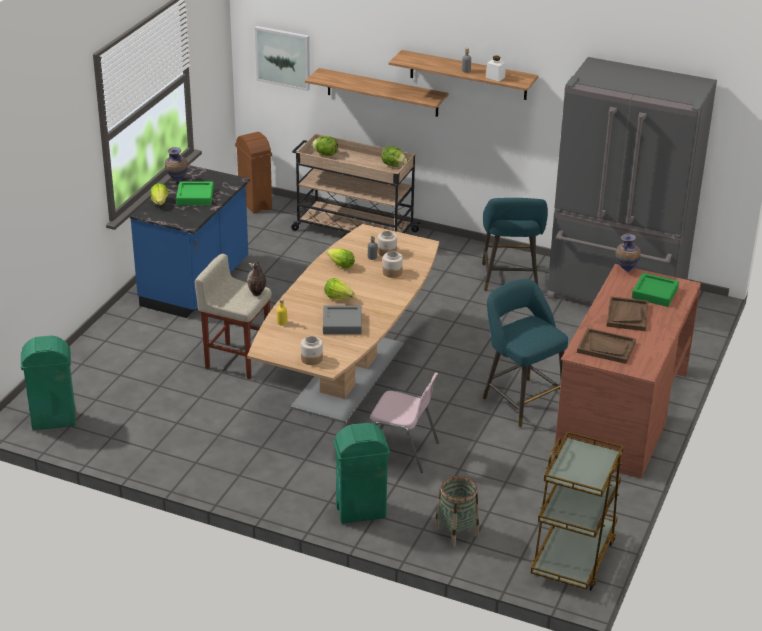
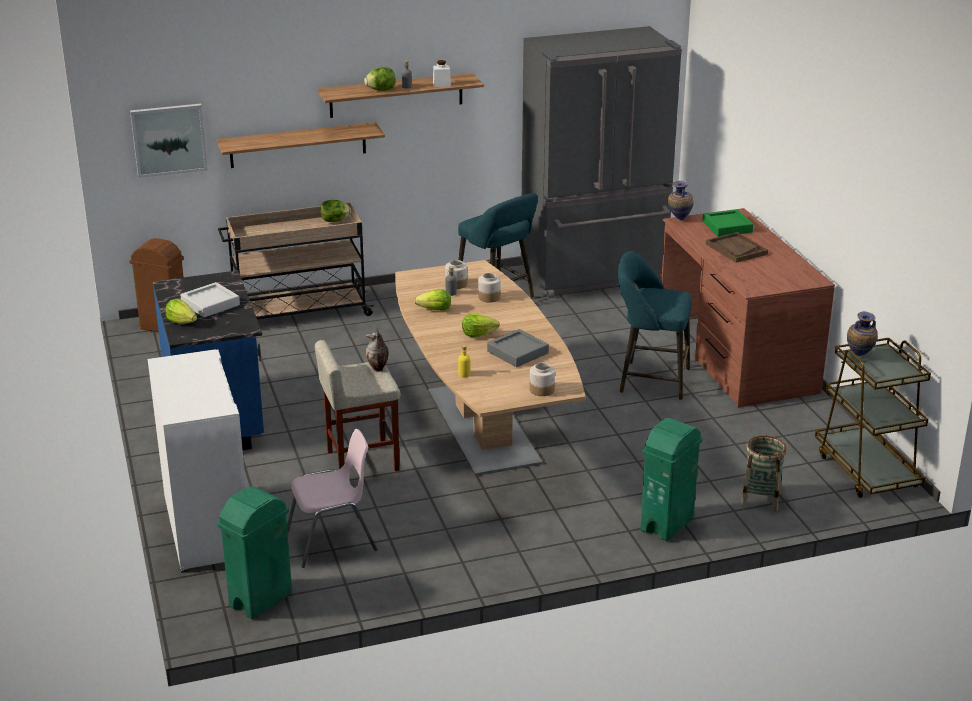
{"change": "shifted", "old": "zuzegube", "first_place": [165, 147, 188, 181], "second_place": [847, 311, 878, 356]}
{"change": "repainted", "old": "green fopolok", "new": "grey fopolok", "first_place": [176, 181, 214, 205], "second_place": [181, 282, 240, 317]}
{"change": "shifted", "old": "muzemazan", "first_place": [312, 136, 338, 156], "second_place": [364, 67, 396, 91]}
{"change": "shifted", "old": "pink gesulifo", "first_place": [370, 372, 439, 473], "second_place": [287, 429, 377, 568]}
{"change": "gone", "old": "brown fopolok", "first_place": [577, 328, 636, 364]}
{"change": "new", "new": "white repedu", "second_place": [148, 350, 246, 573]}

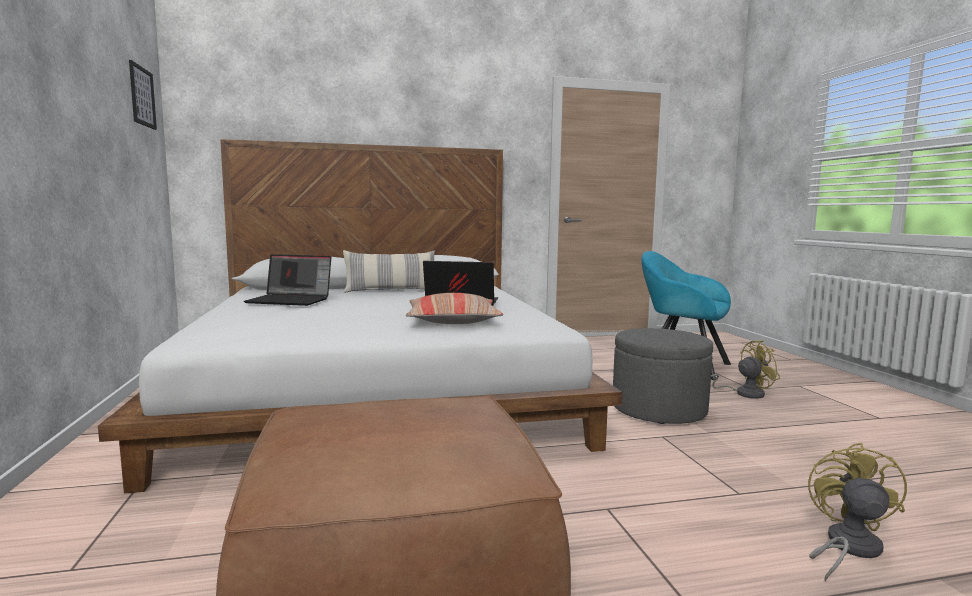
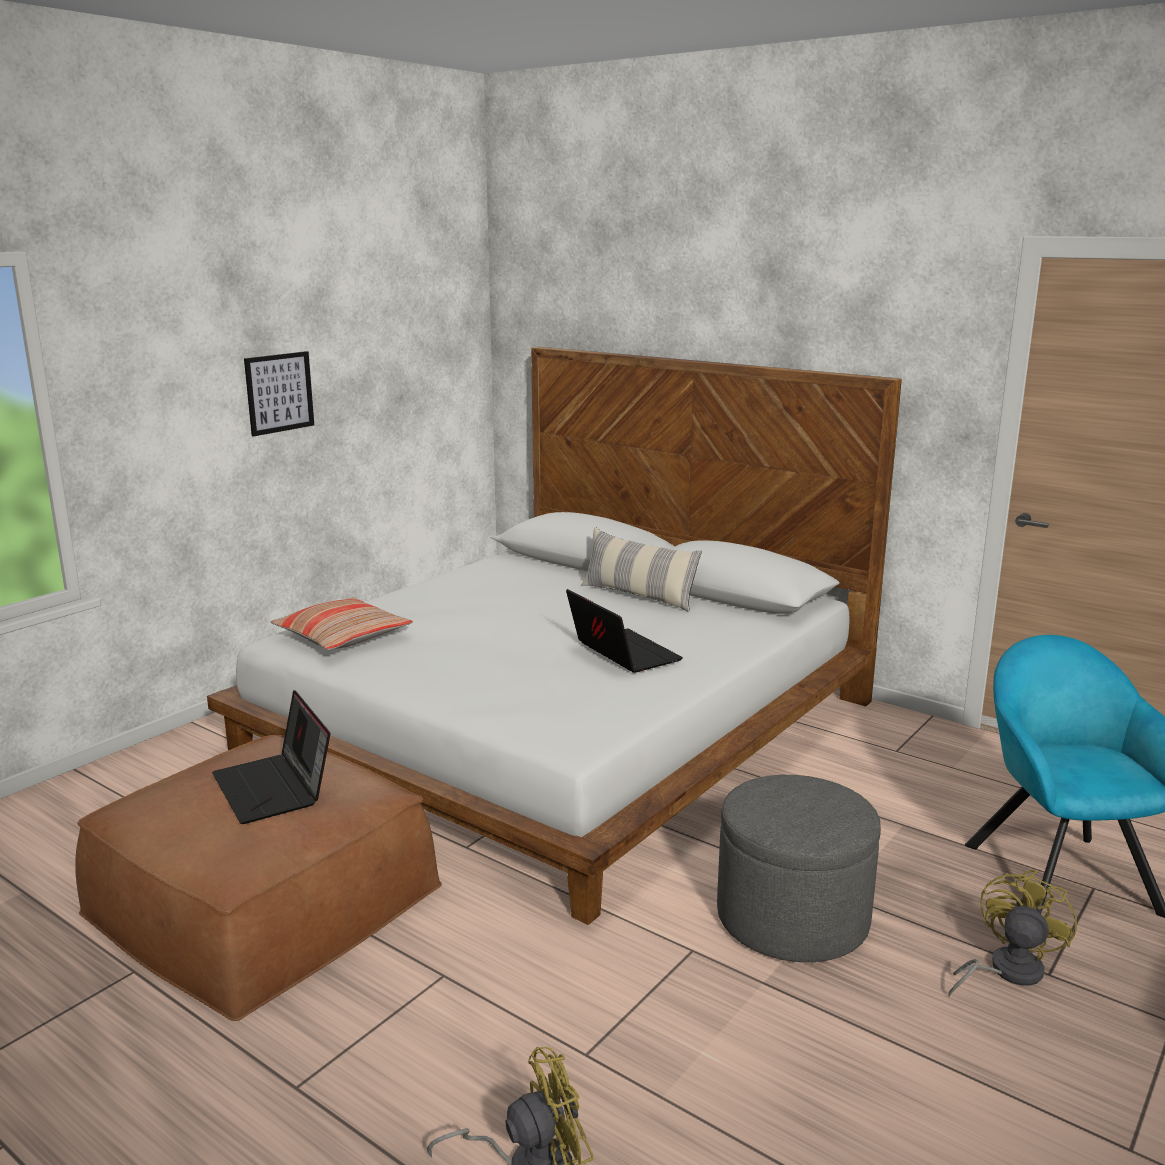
{"change": "shifted", "old": "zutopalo", "first_place": [129, 60, 157, 130], "second_place": [244, 351, 314, 437]}
{"change": "shifted", "old": "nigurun", "first_place": [244, 254, 331, 306], "second_place": [212, 690, 330, 824]}
{"change": "shifted", "old": "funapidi", "first_place": [406, 293, 503, 324], "second_place": [270, 597, 413, 650]}
{"change": "rotated", "old": "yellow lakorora", "first_place": [711, 340, 780, 399], "second_place": [948, 870, 1077, 997], "degrees": -90}

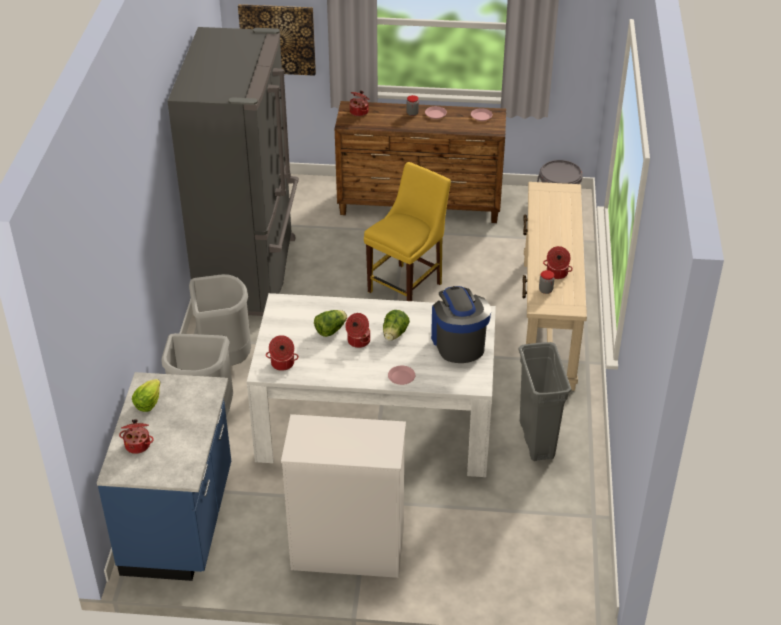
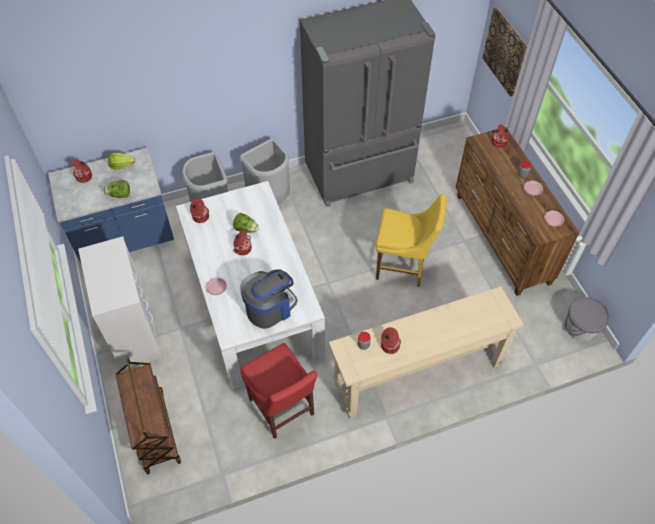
{"change": "shifted", "old": "muzemazan", "first_place": [383, 310, 410, 341], "second_place": [104, 180, 130, 198]}
{"change": "swapped", "old": "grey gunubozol", "new": "red gesulifo", "first_place": [519, 342, 571, 461], "second_place": [240, 343, 318, 439]}
{"change": "new", "new": "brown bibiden", "second_place": [115, 357, 181, 475]}

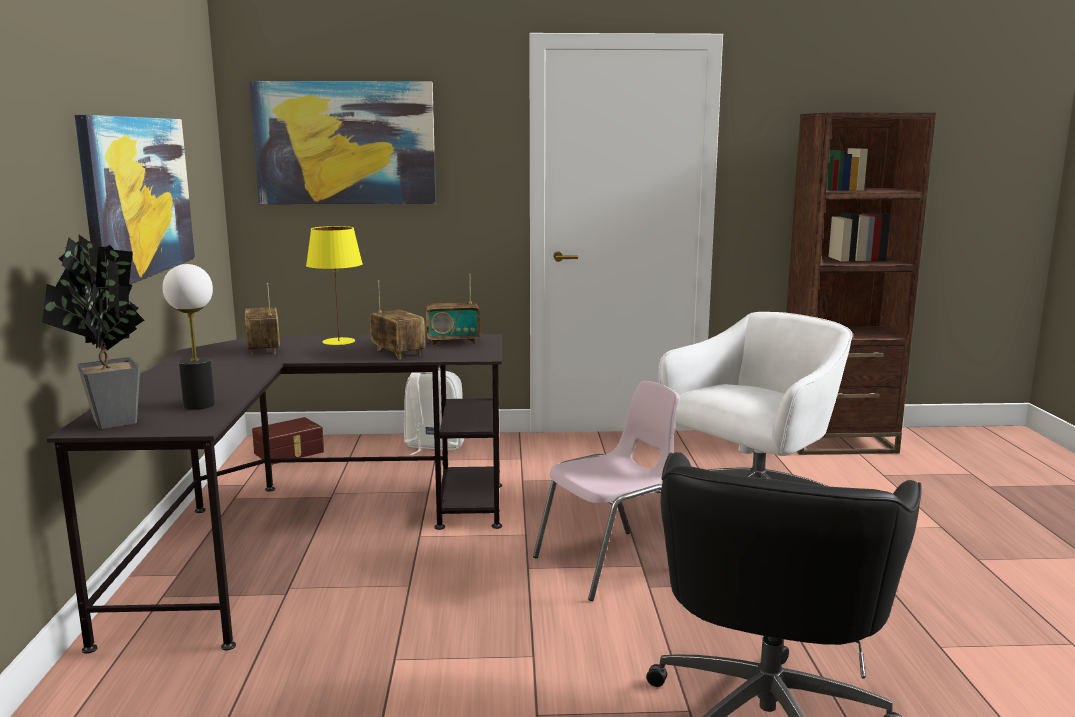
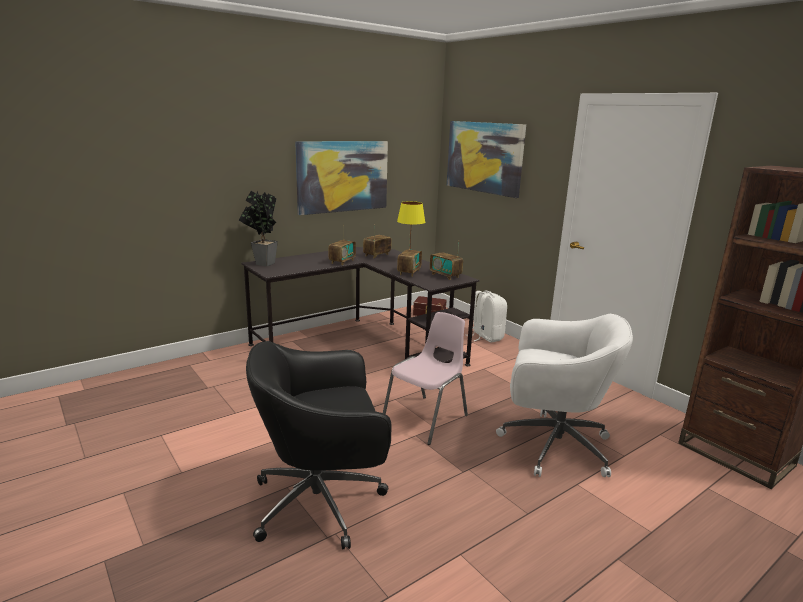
{"change": "gone", "old": "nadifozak", "first_place": [163, 264, 215, 410]}
{"change": "rotated", "old": "pink gesulifo", "first_place": [533, 381, 679, 601], "second_place": [383, 312, 468, 445], "degrees": -75}
{"change": "new", "new": "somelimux", "second_place": [328, 225, 356, 265]}

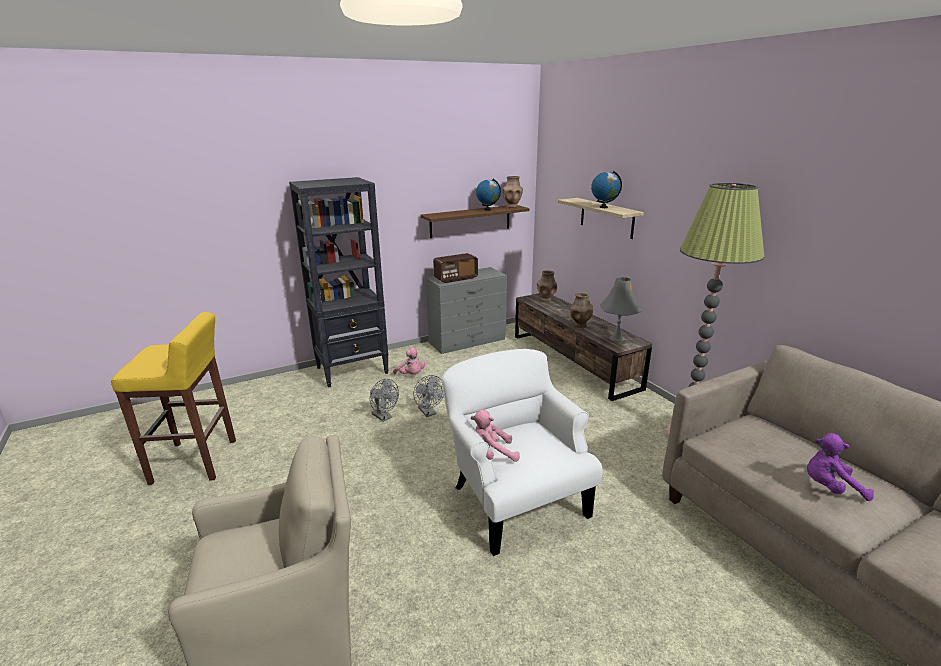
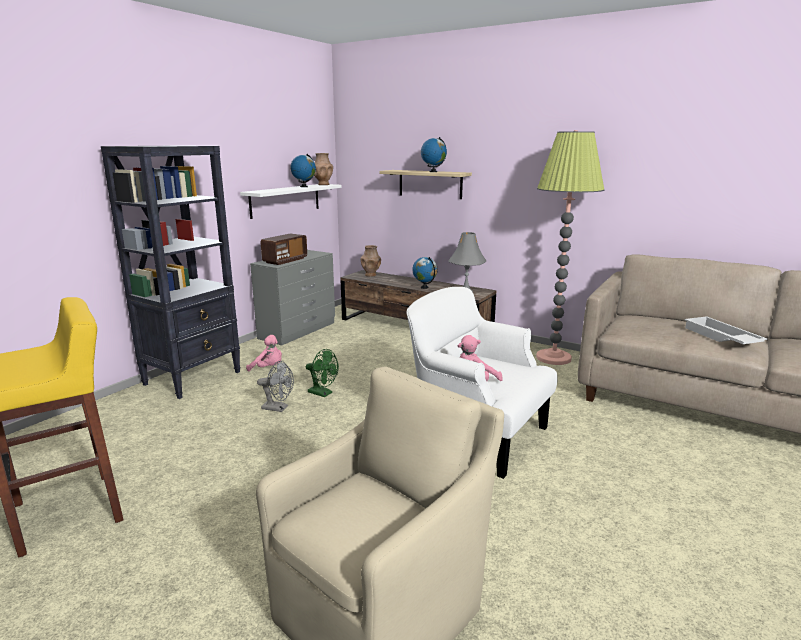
{"change": "repainted", "old": "grey lakorora", "new": "green lakorora", "first_place": [413, 375, 444, 417], "second_place": [306, 349, 339, 397]}
{"change": "repainted", "old": "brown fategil", "new": "white fategil", "first_place": [421, 205, 529, 238], "second_place": [240, 184, 342, 219]}
{"change": "swapped", "old": "brown zuzegube", "new": "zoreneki", "first_place": [570, 292, 593, 328], "second_place": [412, 257, 438, 289]}
{"change": "swapped", "old": "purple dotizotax", "new": "white fopolok", "first_place": [807, 433, 874, 501], "second_place": [685, 316, 768, 344]}

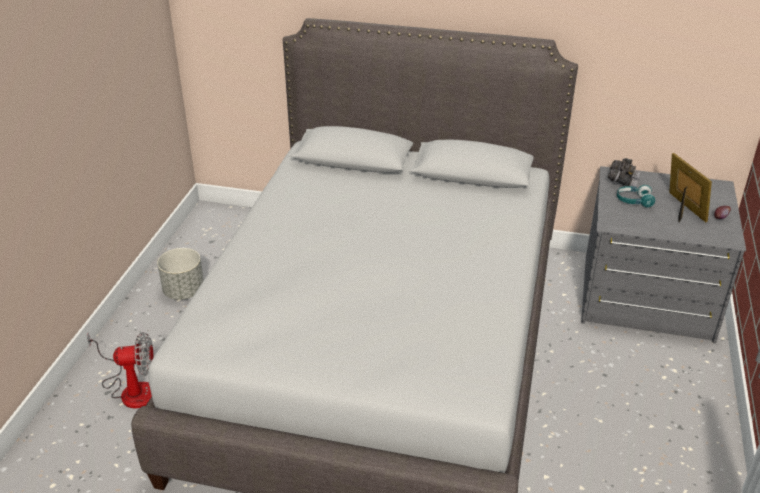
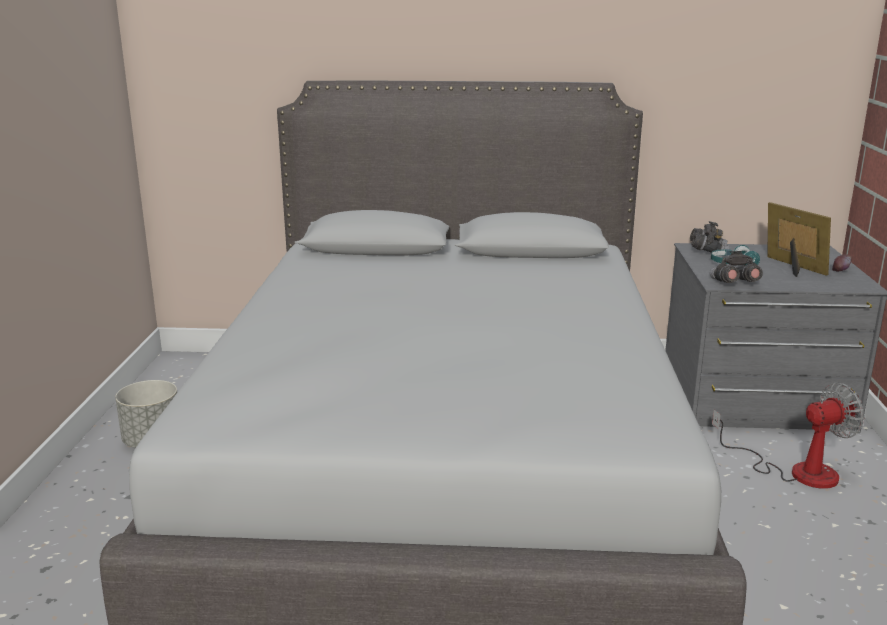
{"change": "shifted", "old": "lakorora", "first_place": [87, 332, 154, 408], "second_place": [712, 383, 865, 489]}
{"change": "new", "new": "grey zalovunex", "second_place": [710, 251, 763, 283]}

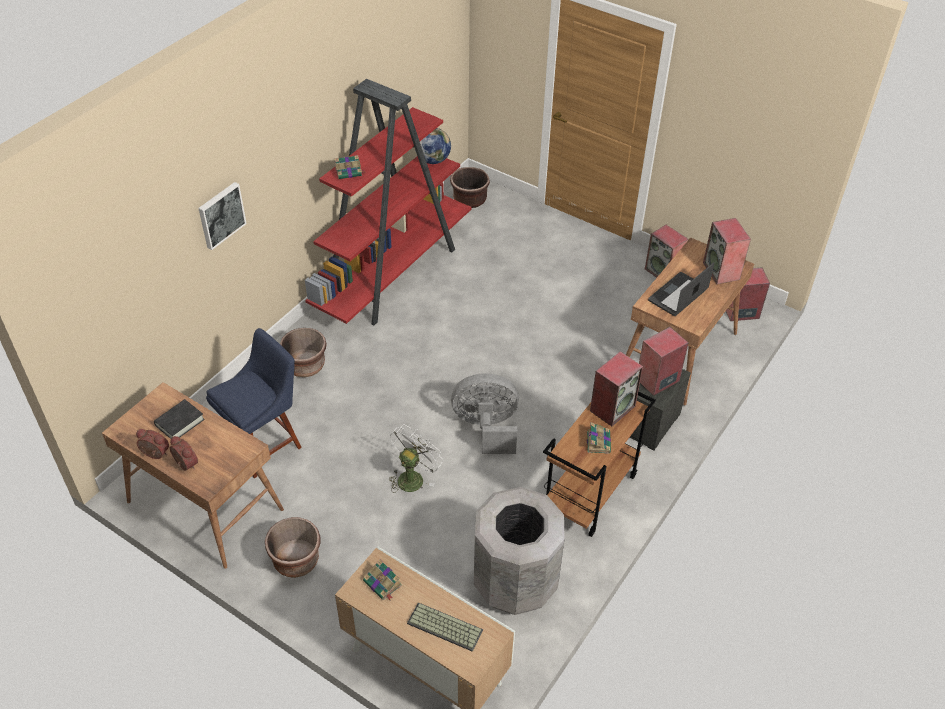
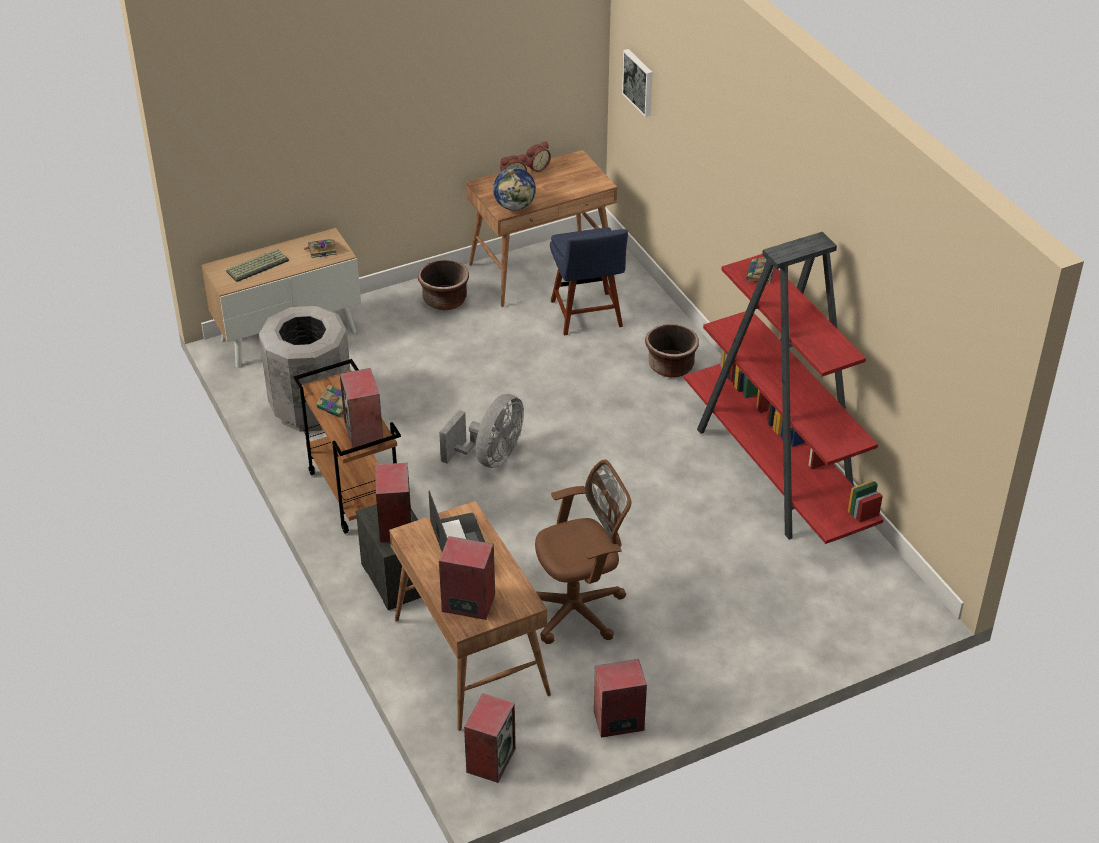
{"change": "gone", "old": "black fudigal", "first_place": [154, 399, 205, 439]}
{"change": "shifted", "old": "zutopalo", "first_place": [198, 182, 247, 250], "second_place": [622, 49, 653, 117]}
{"change": "gone", "old": "white lakorora", "first_place": [389, 425, 443, 493]}
{"change": "shifted", "old": "zoreneki", "first_place": [415, 128, 451, 164], "second_place": [493, 167, 536, 211]}
{"change": "gone", "old": "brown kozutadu", "first_place": [450, 167, 490, 208]}
{"change": "new", "new": "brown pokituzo", "second_place": [535, 460, 631, 644]}

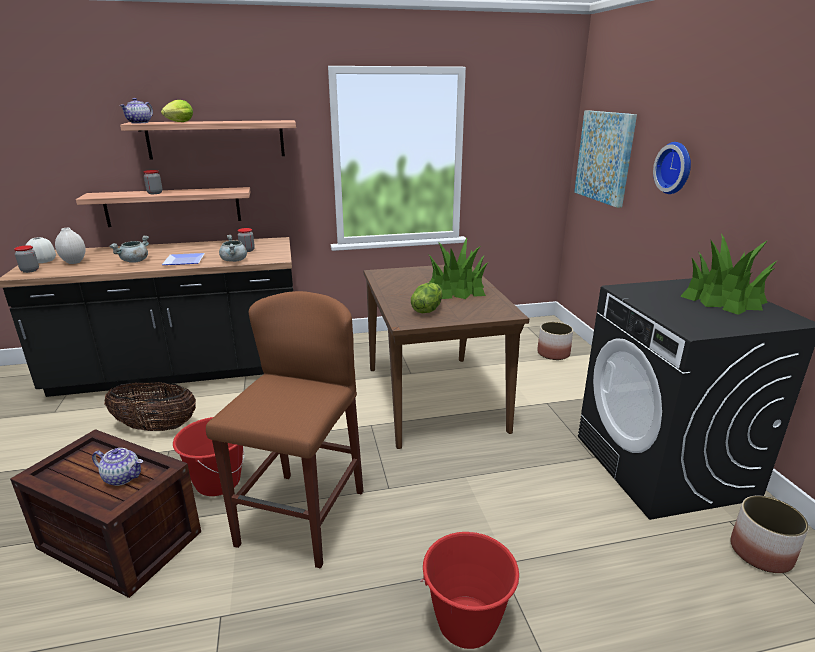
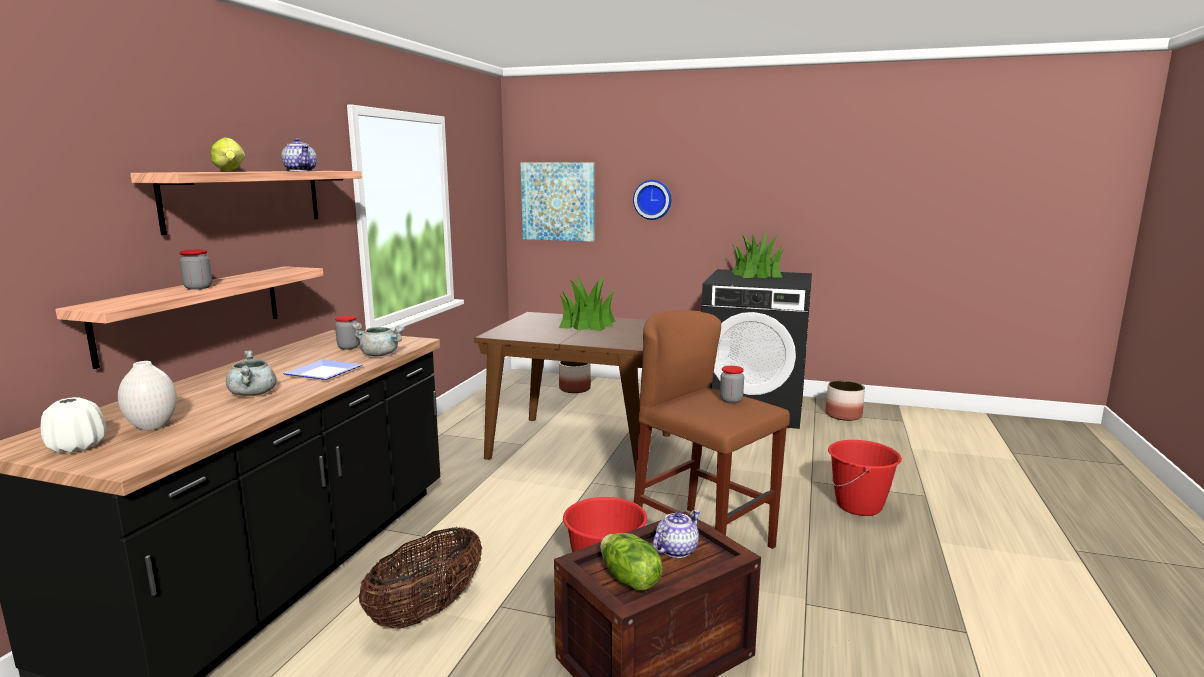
{"change": "shifted", "old": "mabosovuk", "first_place": [14, 245, 39, 273], "second_place": [720, 366, 744, 403]}
{"change": "shifted", "old": "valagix", "first_place": [120, 98, 153, 123], "second_place": [282, 138, 317, 171]}
{"change": "shifted", "old": "muzemazan", "first_place": [411, 283, 442, 313], "second_place": [600, 533, 663, 591]}

